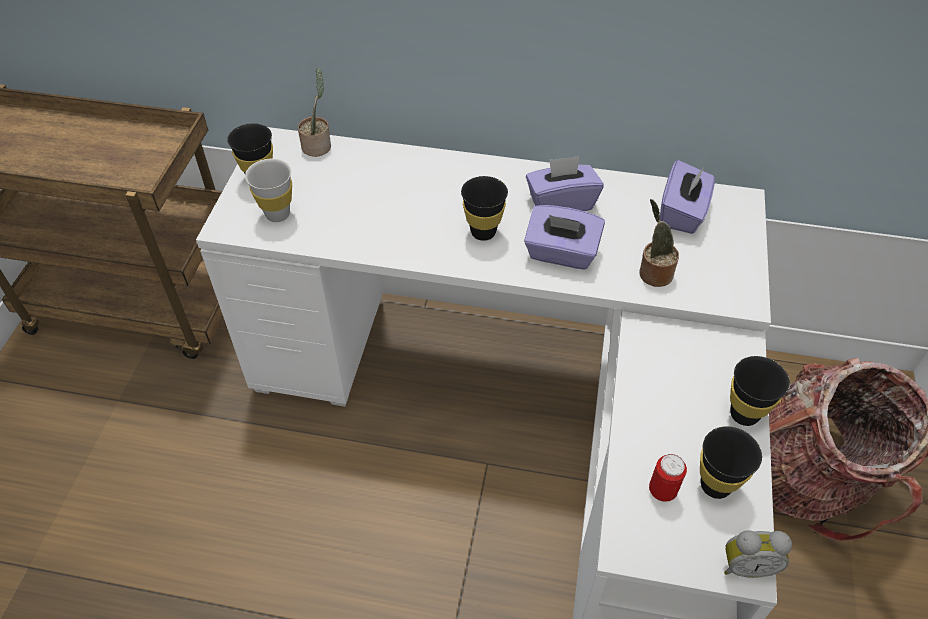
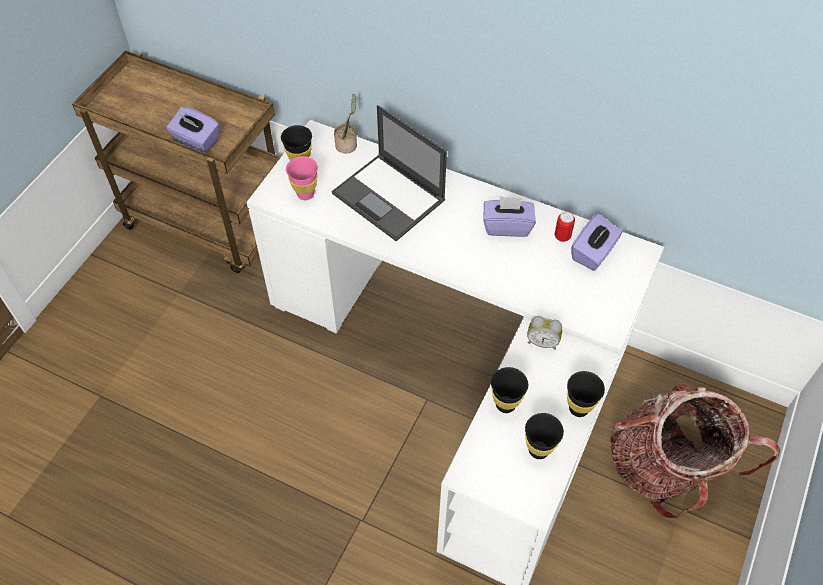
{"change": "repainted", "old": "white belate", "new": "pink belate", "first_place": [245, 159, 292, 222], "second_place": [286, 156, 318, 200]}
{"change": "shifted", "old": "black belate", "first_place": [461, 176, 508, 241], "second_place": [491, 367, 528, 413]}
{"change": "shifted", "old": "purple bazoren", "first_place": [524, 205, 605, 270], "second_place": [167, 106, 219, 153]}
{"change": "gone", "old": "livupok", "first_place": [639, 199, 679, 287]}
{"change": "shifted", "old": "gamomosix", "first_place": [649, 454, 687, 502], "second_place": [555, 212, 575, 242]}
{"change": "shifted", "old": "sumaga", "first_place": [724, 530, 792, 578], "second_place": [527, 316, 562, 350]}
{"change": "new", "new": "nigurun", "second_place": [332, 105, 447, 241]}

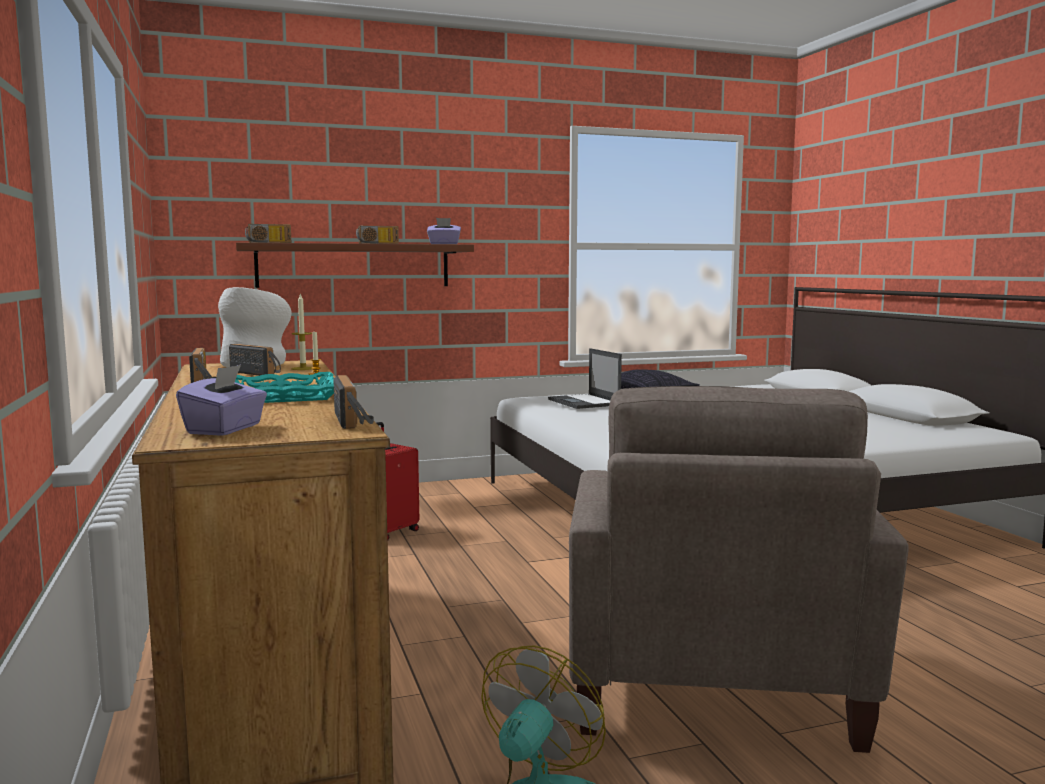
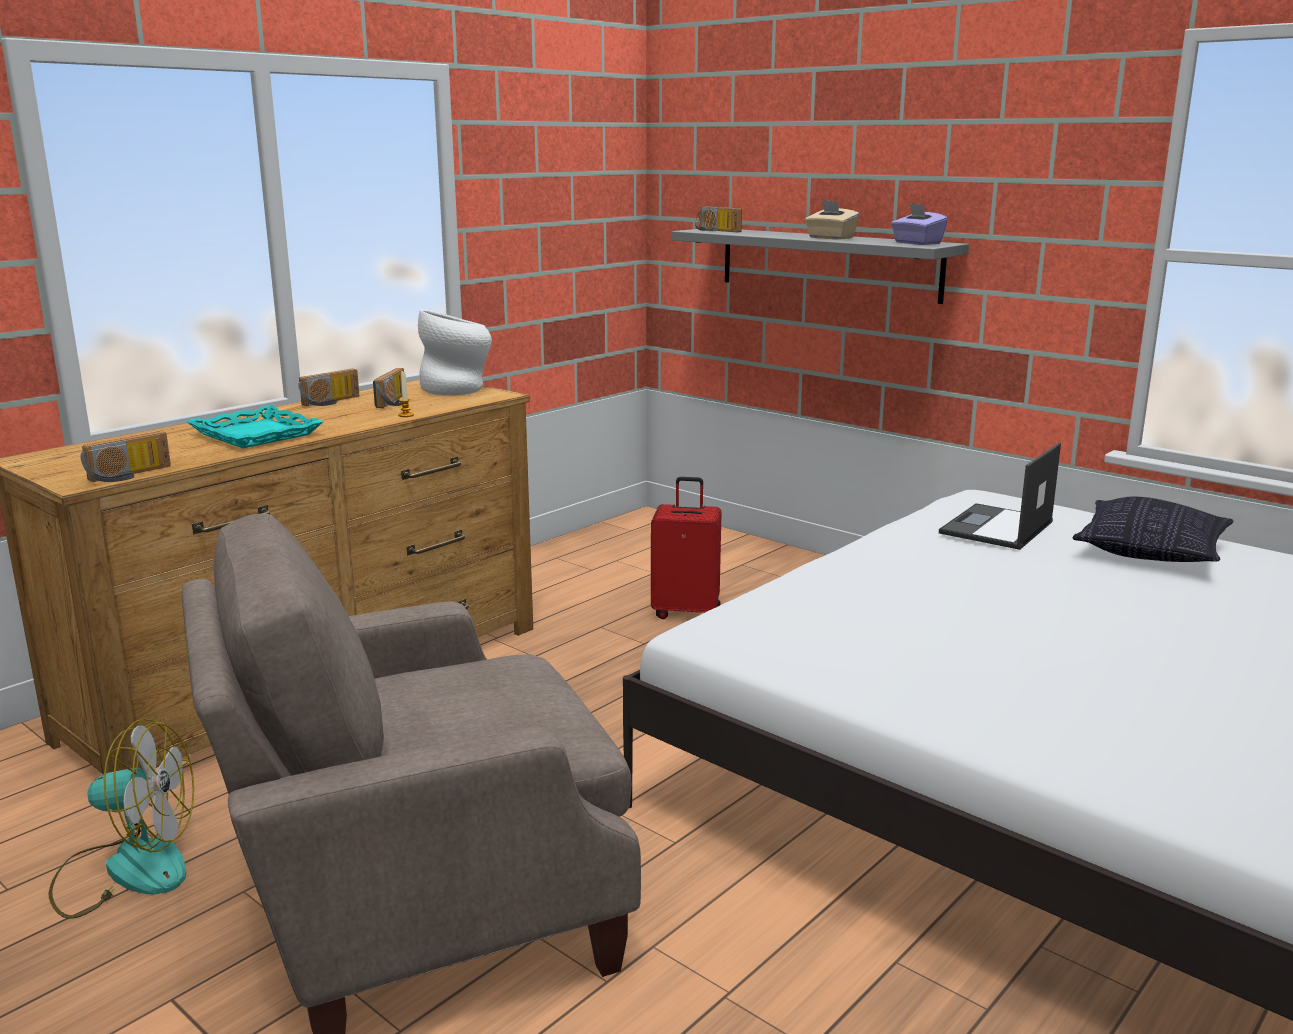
{"change": "gone", "old": "purple bazoren", "first_place": [176, 365, 267, 436]}
{"change": "repainted", "old": "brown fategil", "new": "grey fategil", "first_place": [236, 243, 474, 288], "second_place": [672, 229, 969, 304]}
{"change": "gone", "old": "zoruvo", "first_place": [291, 293, 312, 370]}
{"change": "swapped", "old": "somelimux", "new": "beige bazoren", "first_place": [356, 226, 399, 244], "second_place": [805, 200, 860, 240]}

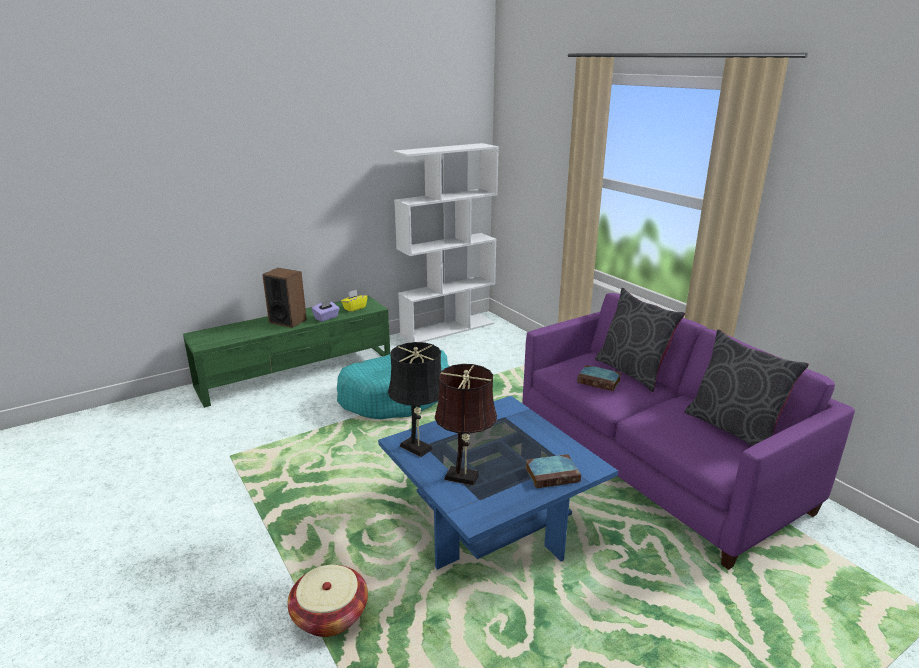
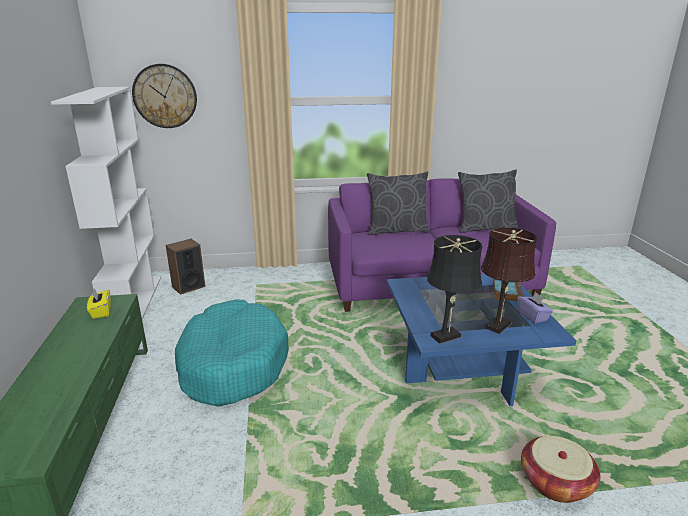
{"change": "shifted", "old": "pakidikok", "first_place": [262, 268, 307, 328], "second_place": [166, 239, 205, 295]}
{"change": "shifted", "old": "purple bazoren", "first_place": [311, 300, 340, 322], "second_place": [517, 292, 553, 324]}
{"change": "gone", "old": "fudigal", "first_place": [577, 365, 621, 391]}
{"change": "new", "new": "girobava", "second_place": [132, 64, 197, 128]}

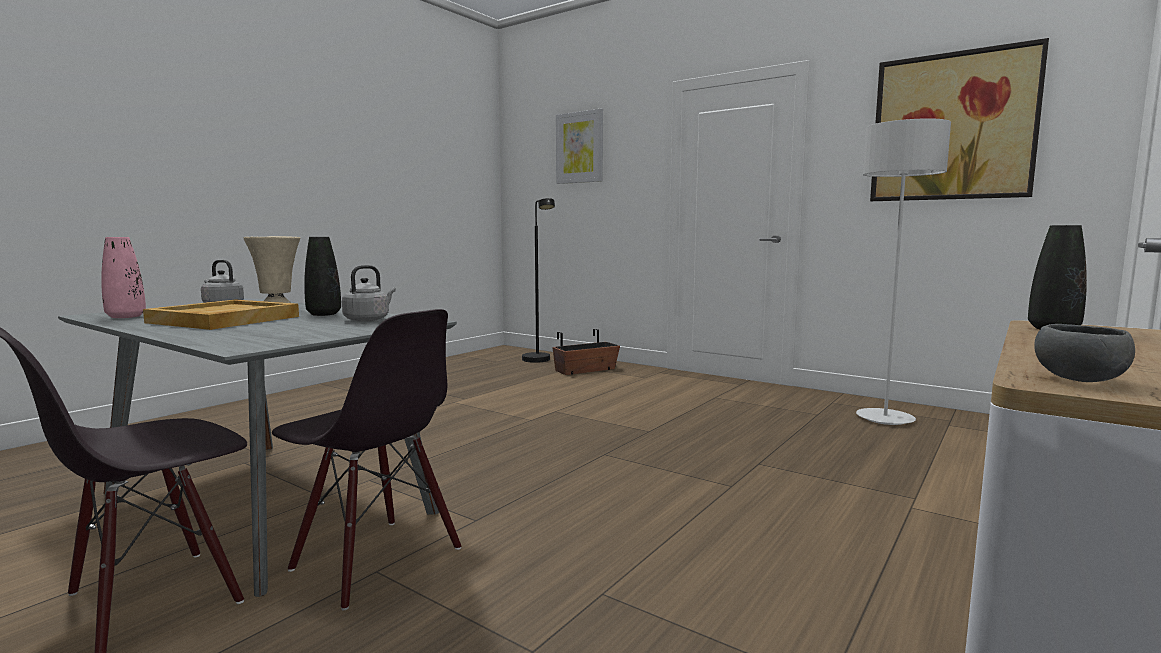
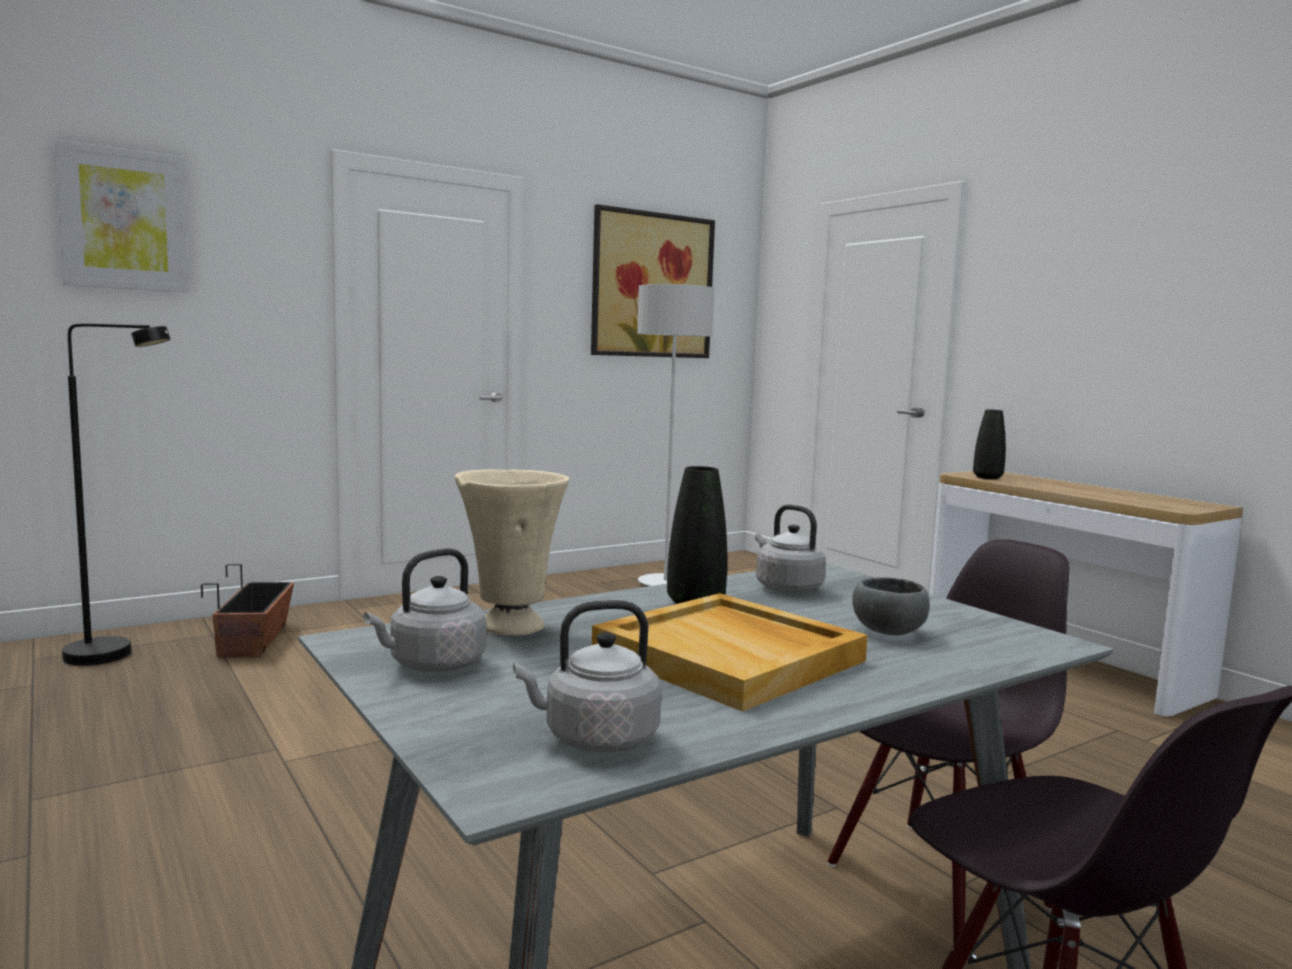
{"change": "swapped", "old": "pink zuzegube", "new": "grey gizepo", "first_place": [101, 237, 146, 318], "second_place": [513, 600, 661, 752]}
{"change": "shifted", "old": "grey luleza", "first_place": [1034, 324, 1135, 382], "second_place": [852, 577, 930, 635]}

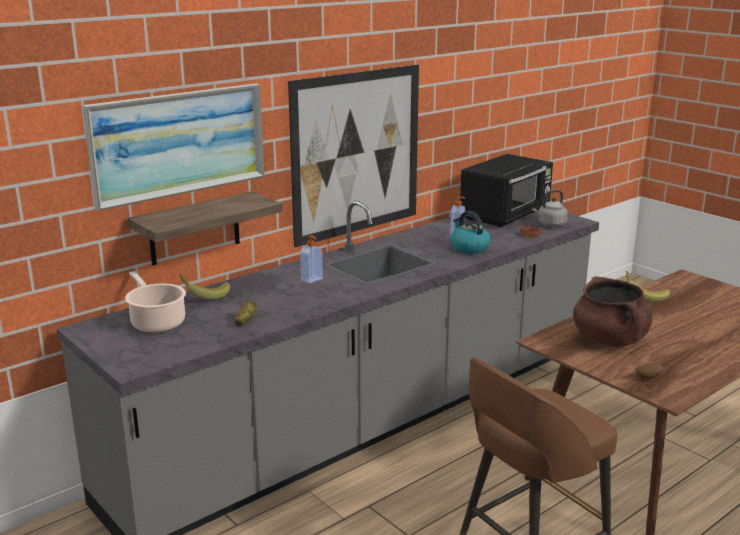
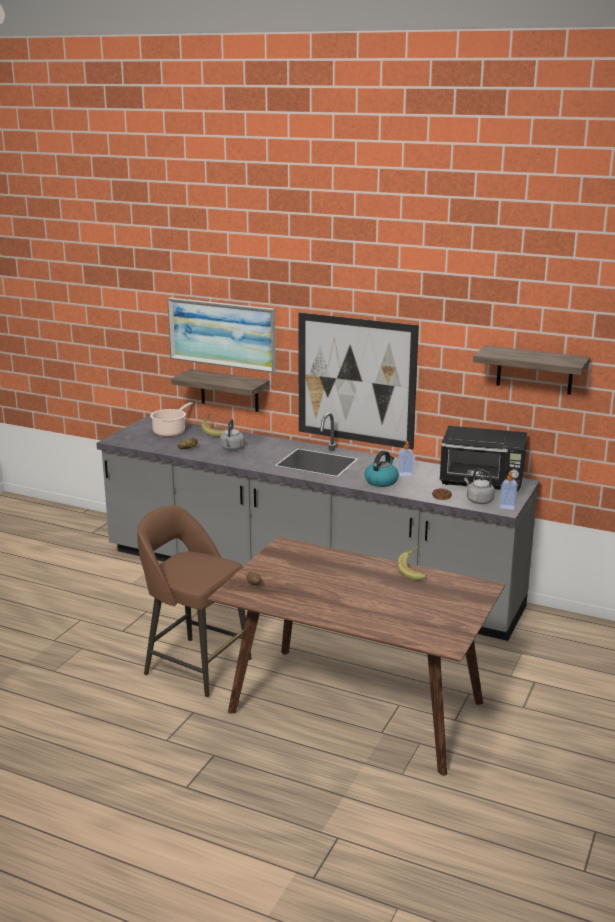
{"change": "shifted", "old": "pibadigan", "first_place": [300, 235, 323, 283], "second_place": [499, 472, 518, 510]}
{"change": "gone", "old": "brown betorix", "first_place": [573, 276, 652, 347]}
{"change": "new", "new": "grey gizepo", "second_place": [220, 419, 244, 450]}
{"change": "new", "new": "fategil", "second_place": [473, 345, 590, 395]}

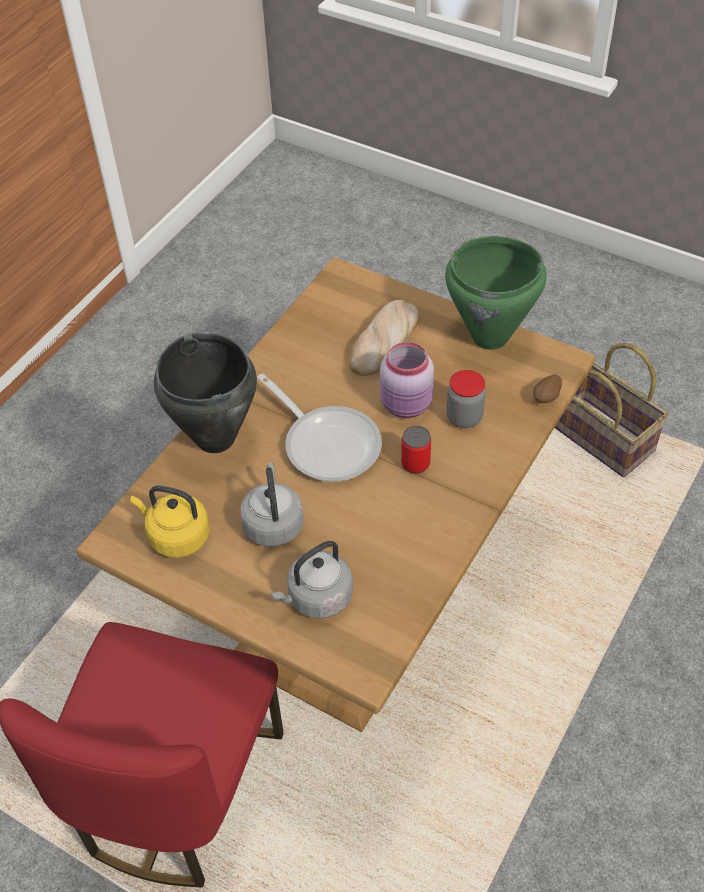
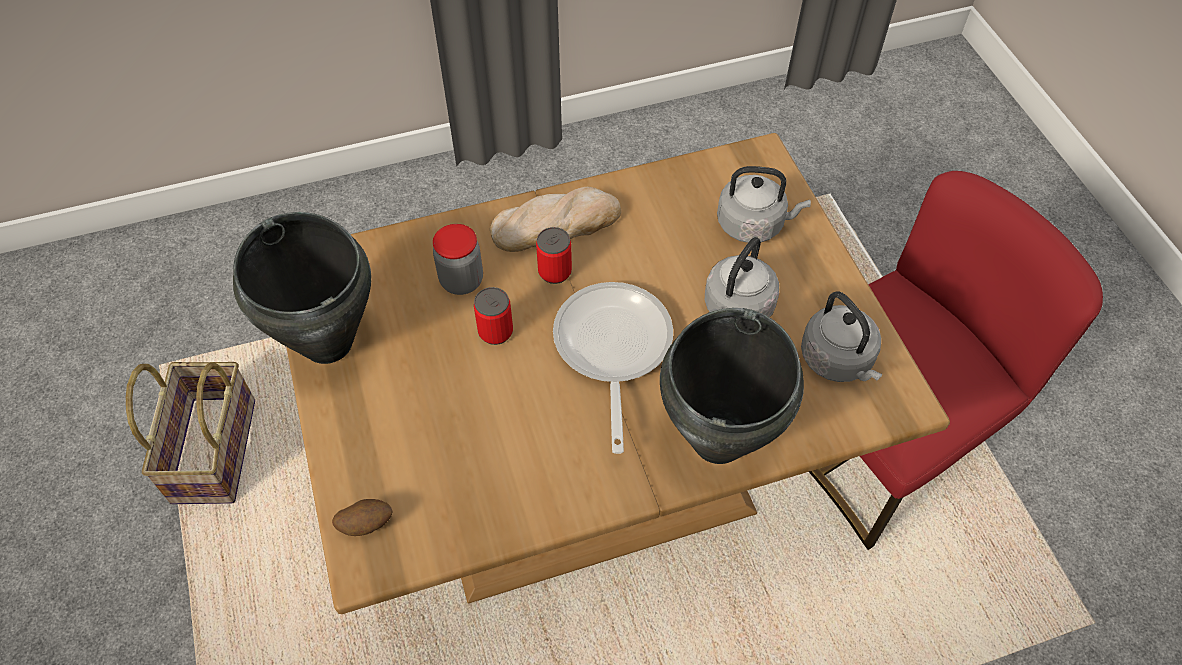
{"change": "repainted", "old": "yellow gizepo", "new": "grey gizepo", "first_place": [130, 485, 210, 558], "second_place": [801, 291, 882, 382]}
{"change": "shifted", "old": "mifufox", "first_place": [349, 300, 420, 376], "second_place": [490, 187, 621, 252]}
{"change": "swapped", "old": "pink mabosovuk", "new": "gamomosix", "first_place": [380, 342, 434, 418], "second_place": [474, 287, 513, 345]}
{"change": "repainted", "old": "green betorix", "new": "black betorix", "first_place": [445, 236, 547, 350], "second_place": [233, 212, 371, 364]}
{"change": "shifted", "old": "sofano", "first_place": [533, 374, 562, 403], "second_place": [332, 499, 393, 536]}

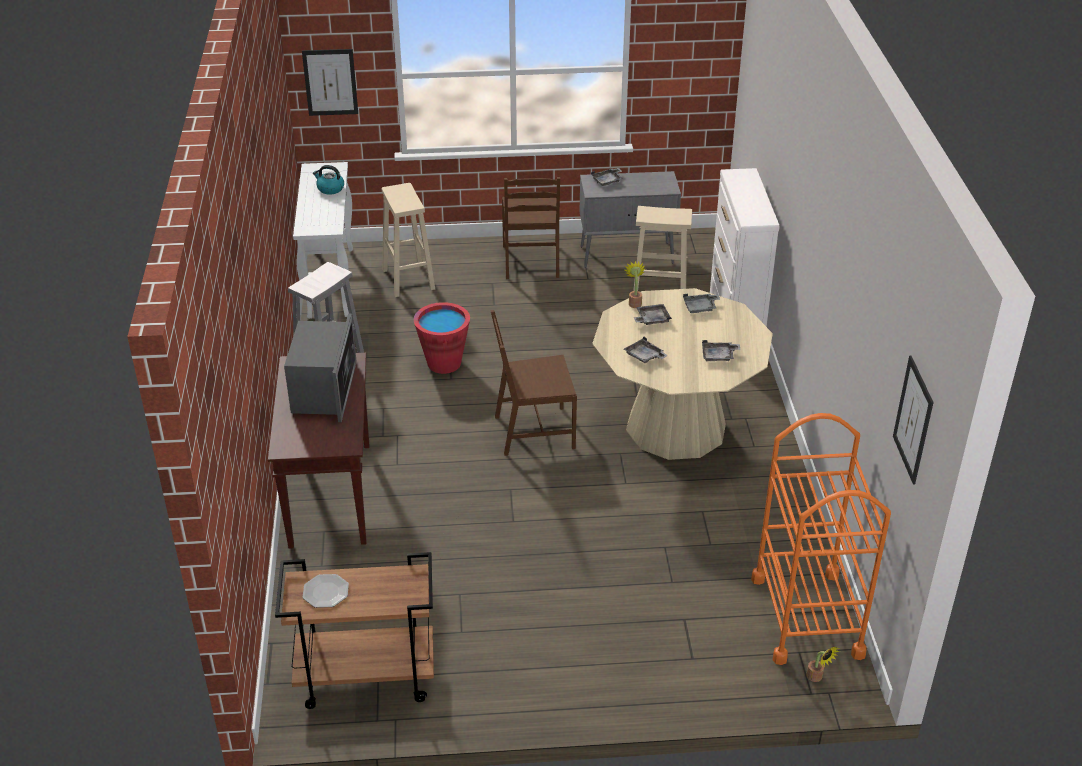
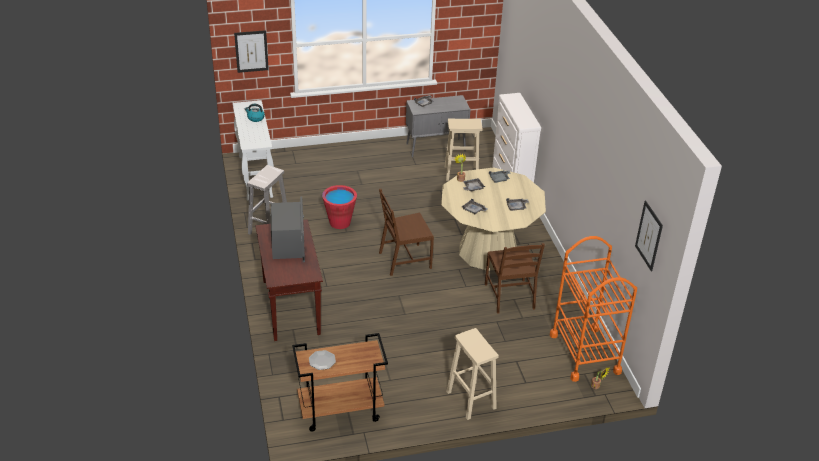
{"change": "shifted", "old": "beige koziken", "first_place": [382, 183, 435, 297], "second_place": [446, 328, 499, 420]}
{"change": "shifted", "old": "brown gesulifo", "first_place": [502, 177, 560, 279], "second_place": [485, 243, 545, 314]}

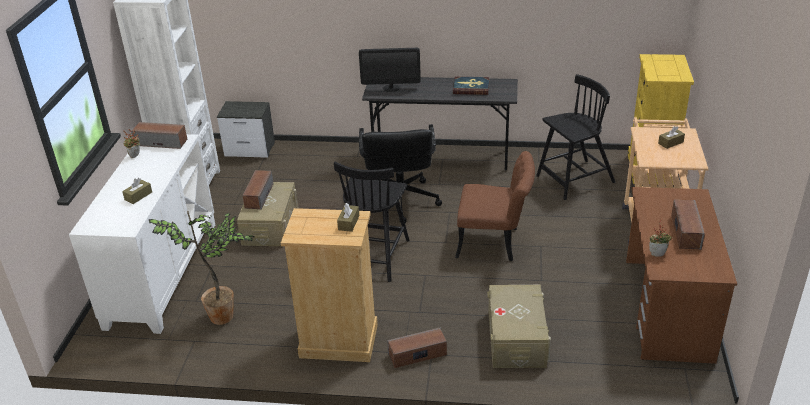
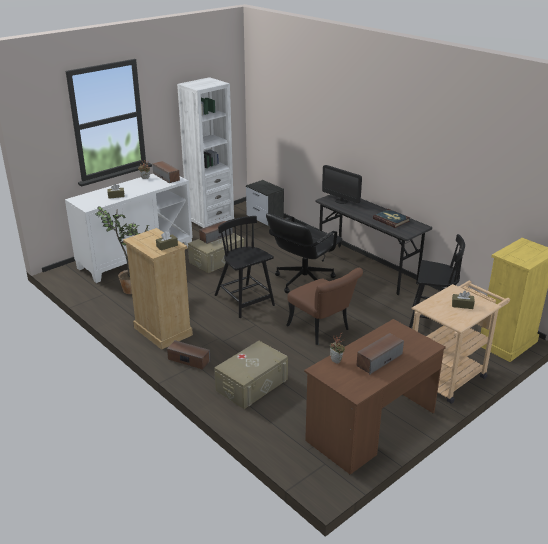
{"change": "rotated", "old": "black gesulifo", "first_place": [334, 161, 409, 282], "second_place": [215, 216, 275, 318], "degrees": 90}

